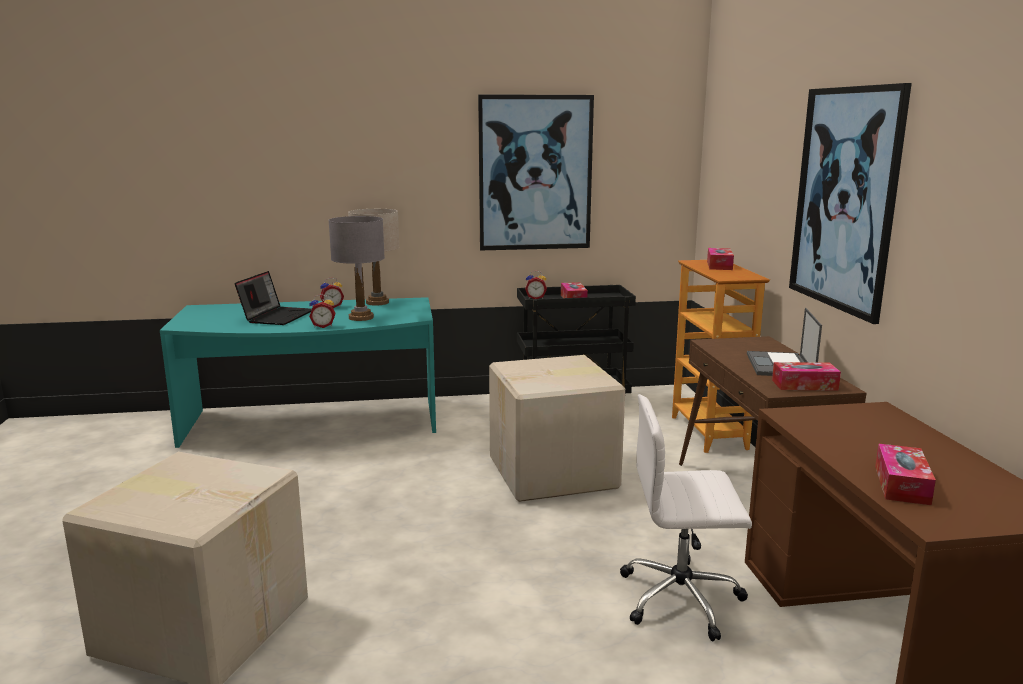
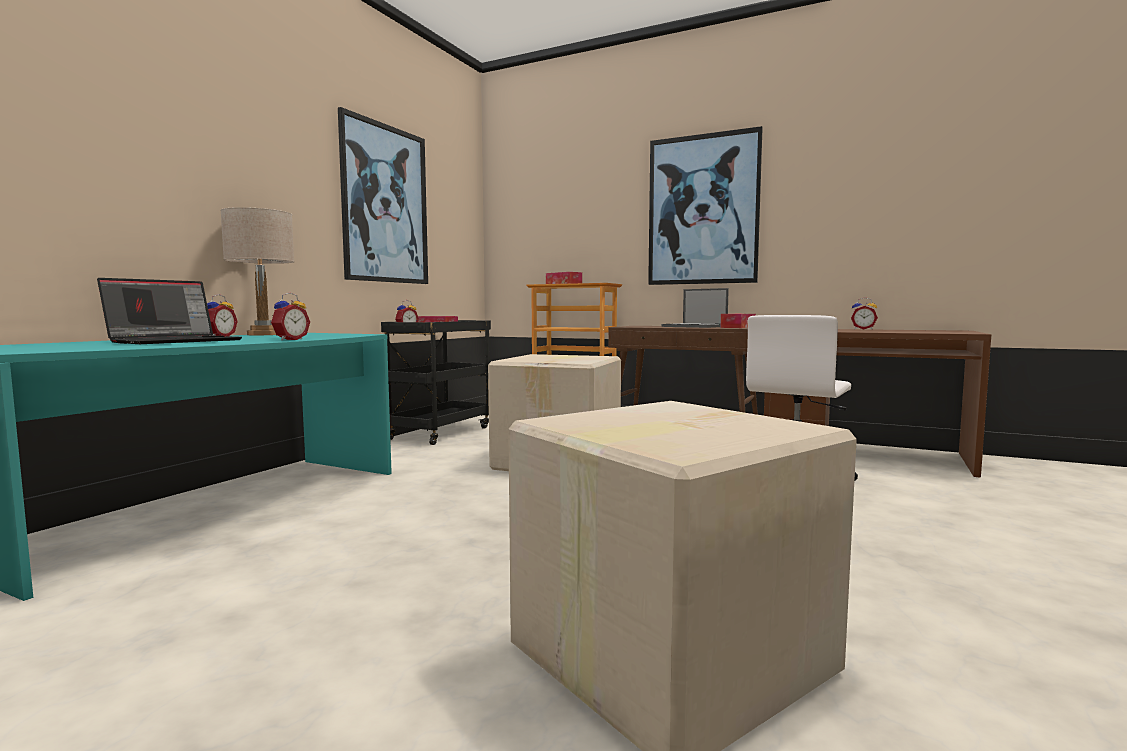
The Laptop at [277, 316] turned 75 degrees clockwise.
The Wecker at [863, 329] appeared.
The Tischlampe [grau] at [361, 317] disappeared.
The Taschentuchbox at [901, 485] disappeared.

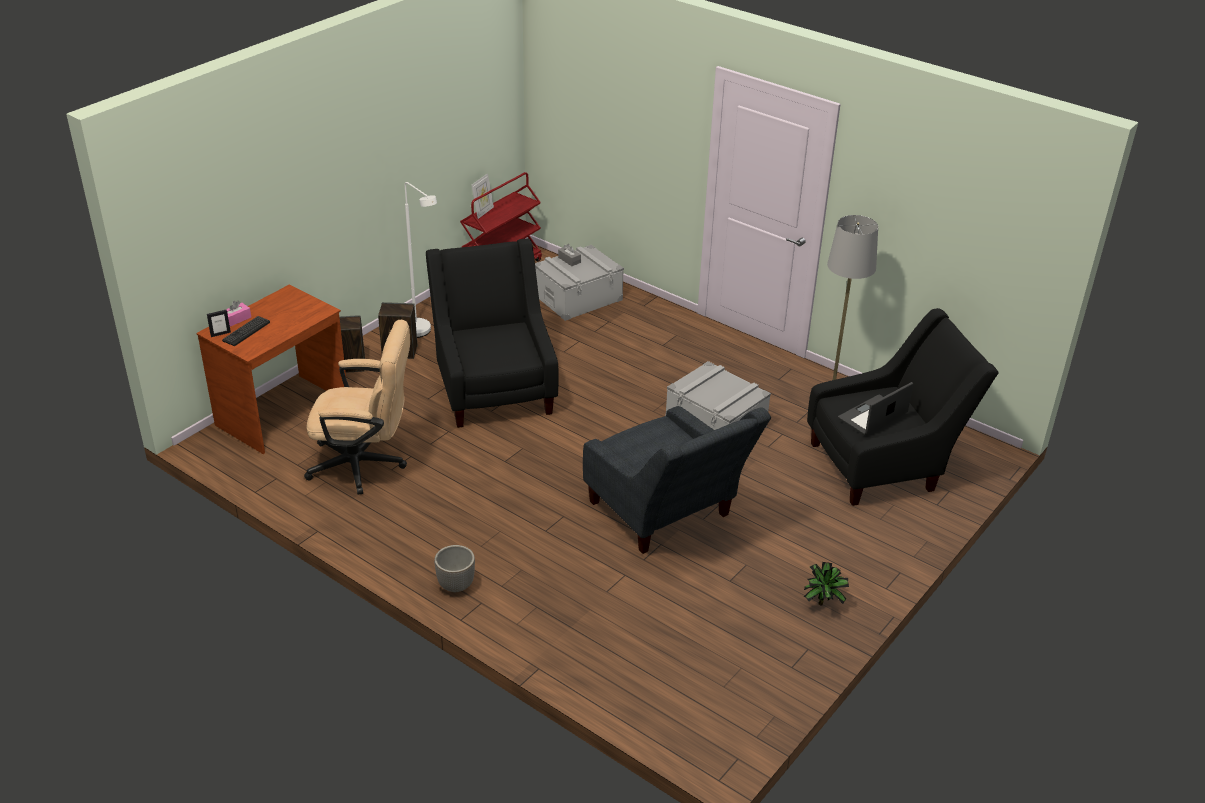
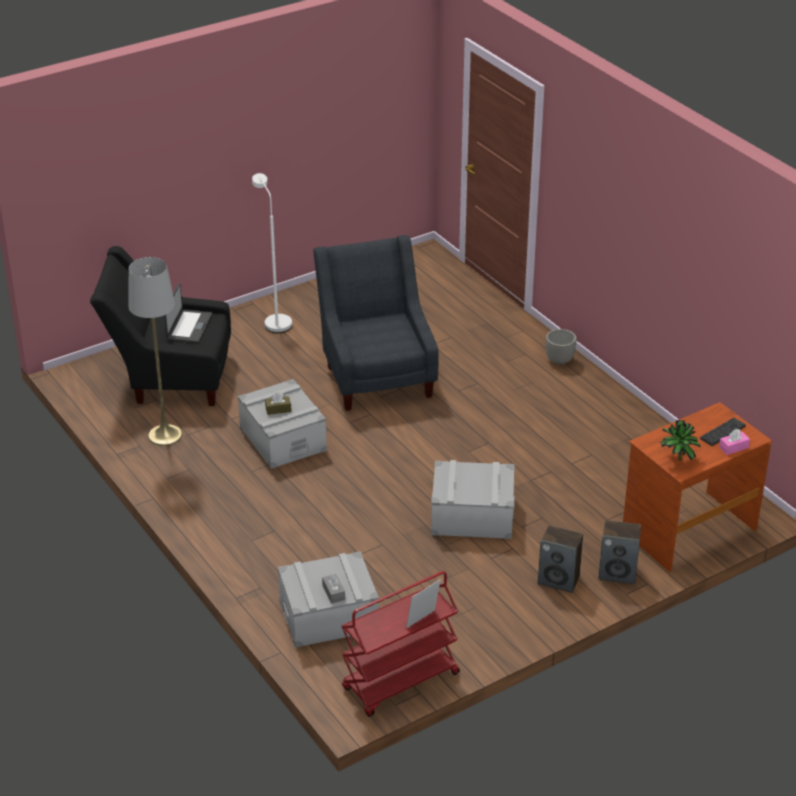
The Laptop at [873, 416] turned 60 degrees counterclockwise.
The Stehlampe [weiß] moved from [422, 333] to [275, 321].
The Taschentuchbox [braun] at [278, 409] appeared.
The Sessel [schwarz] at [494, 388] was replaced by the Aufbewahrungsbox [grau] at [472, 516].
The Topfpflanze moved from [823, 603] to [676, 460].
The Bilderrahmen at [220, 334] disappeared.
The Bürostuhl [beige] at [365, 465] disappeared.

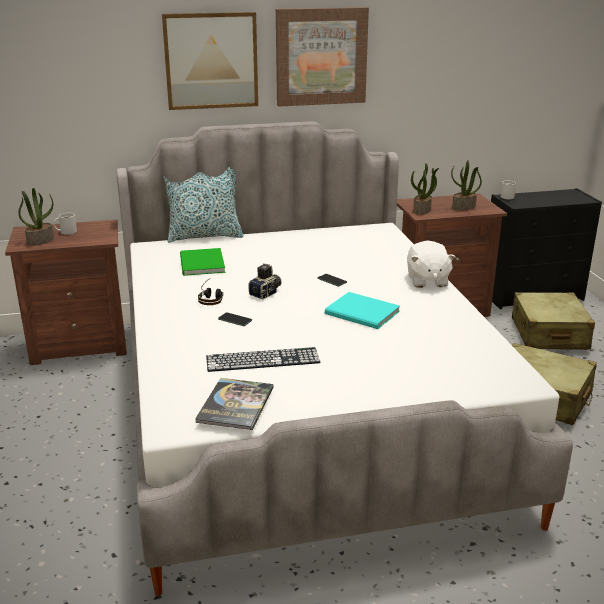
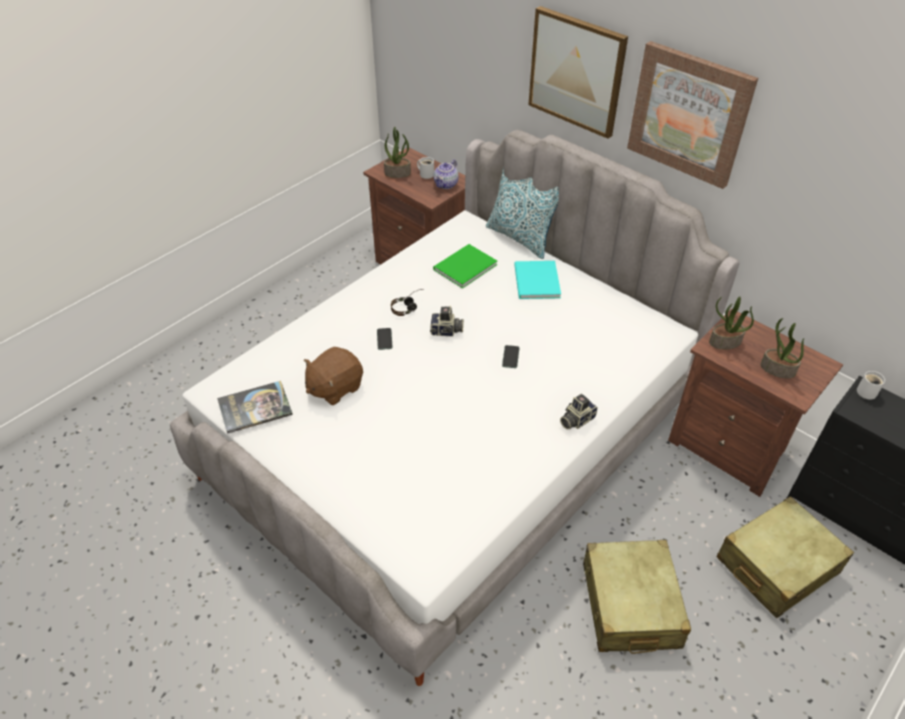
The Tastatur at [263, 359] was replaced by the Plüschtier [braun] at [334, 387].
The Teekanne at [446, 185] appeared.
The Buch [türkis] moved from [363, 313] to [535, 282].
The Plüschtier [weiß] at [427, 280] was replaced by the Kamera at [576, 419].

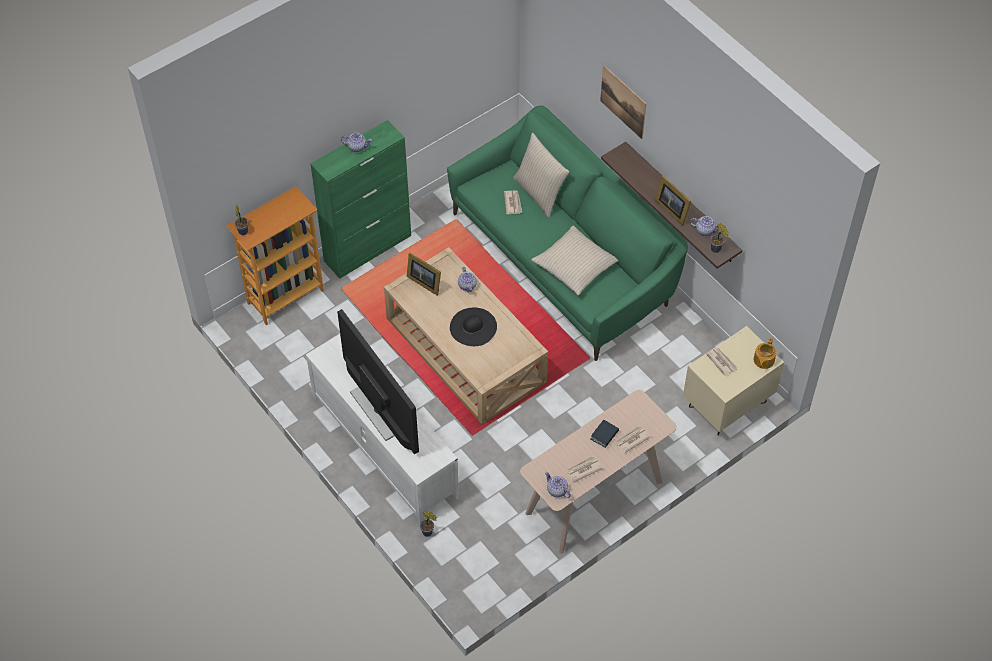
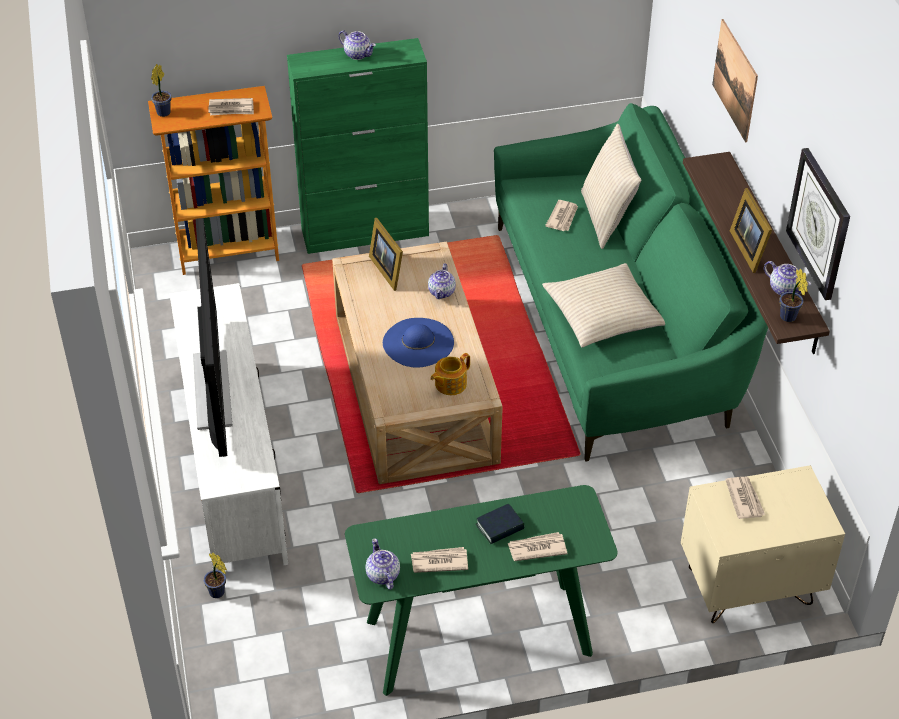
The Zeitung at [231, 109] appeared.
The Konsolentisch [beige] at [594, 498] became the Konsolentisch [grün] at [478, 638].
The Hut [schwarz] at [473, 327] became the Hut [blau] at [418, 342].
The Teekanne moved from [763, 360] to [449, 384].
The Wanduhr at [819, 223] appeared.

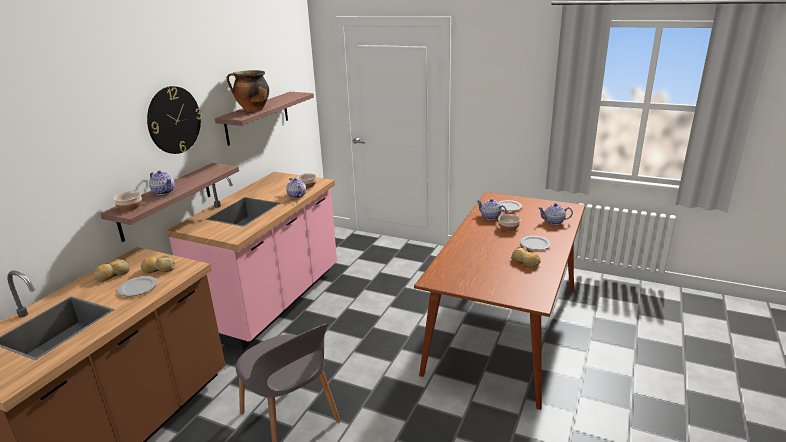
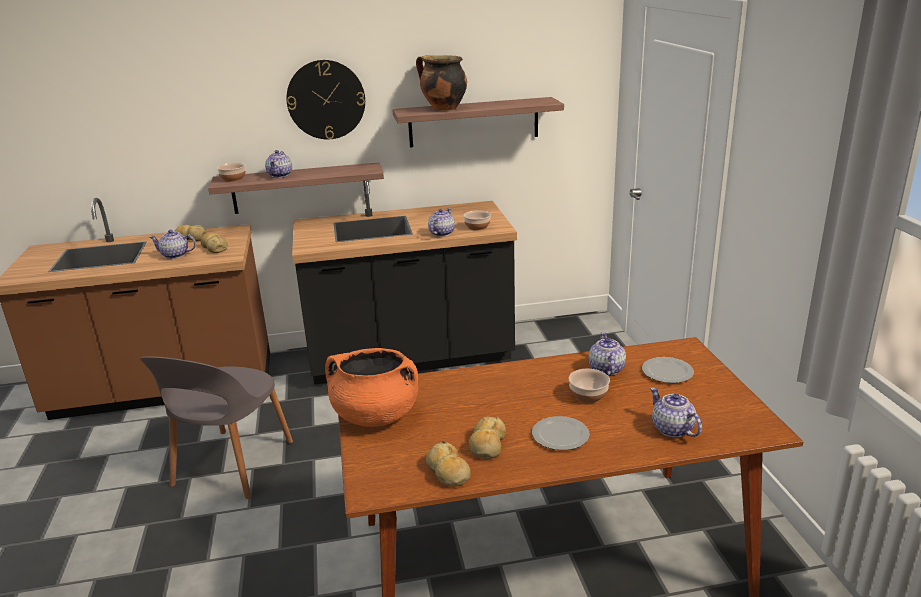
The Teller at [138, 288] was replaced by the Teekanne at [175, 255].
The Küchenzeile [rosa] at [273, 301] became the Küchenzeile [schwarz] at [411, 357].
The Kochtopf [orange] at [375, 415] appeared.
The Brot at [448, 472] appeared.

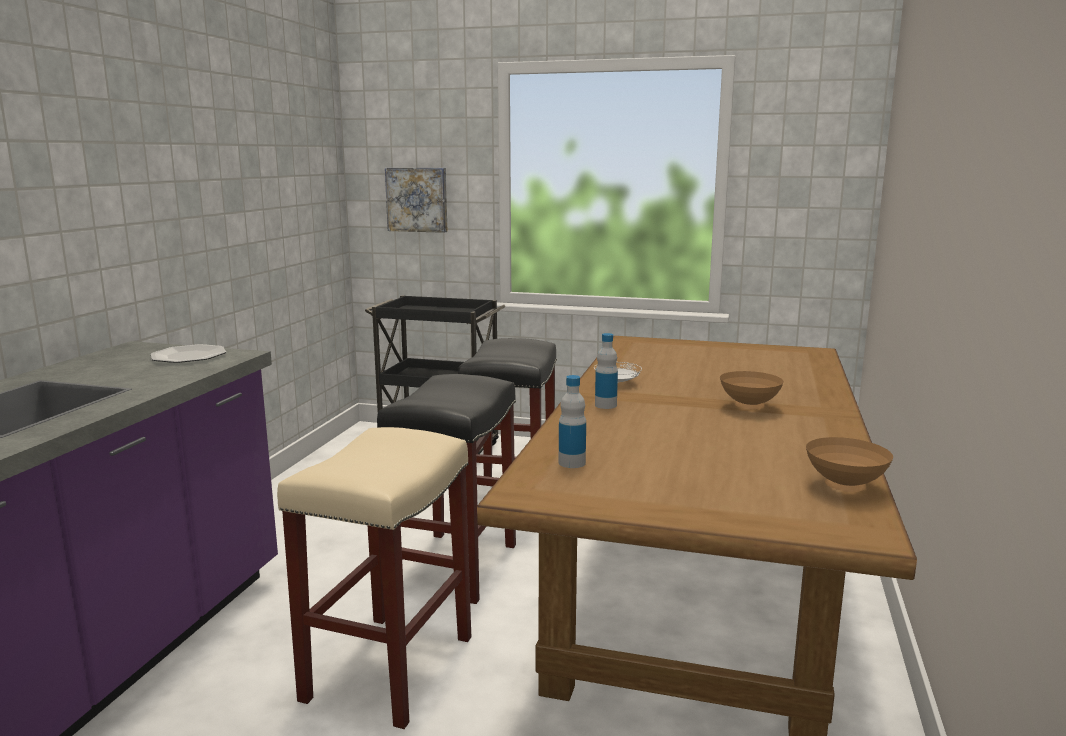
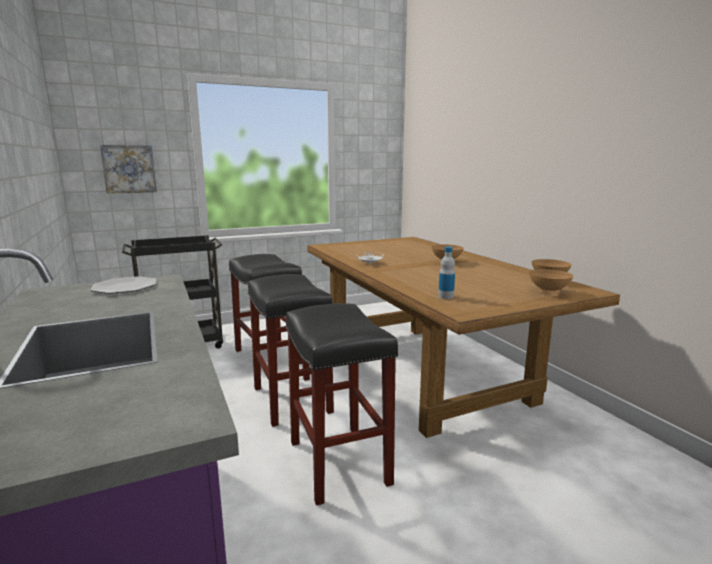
The Hocker [beige] at [389, 666] became the Hocker [schwarz] at [337, 461].
The Schüssel [braun] at [548, 292] appeared.
The Flasche at [605, 405] disappeared.

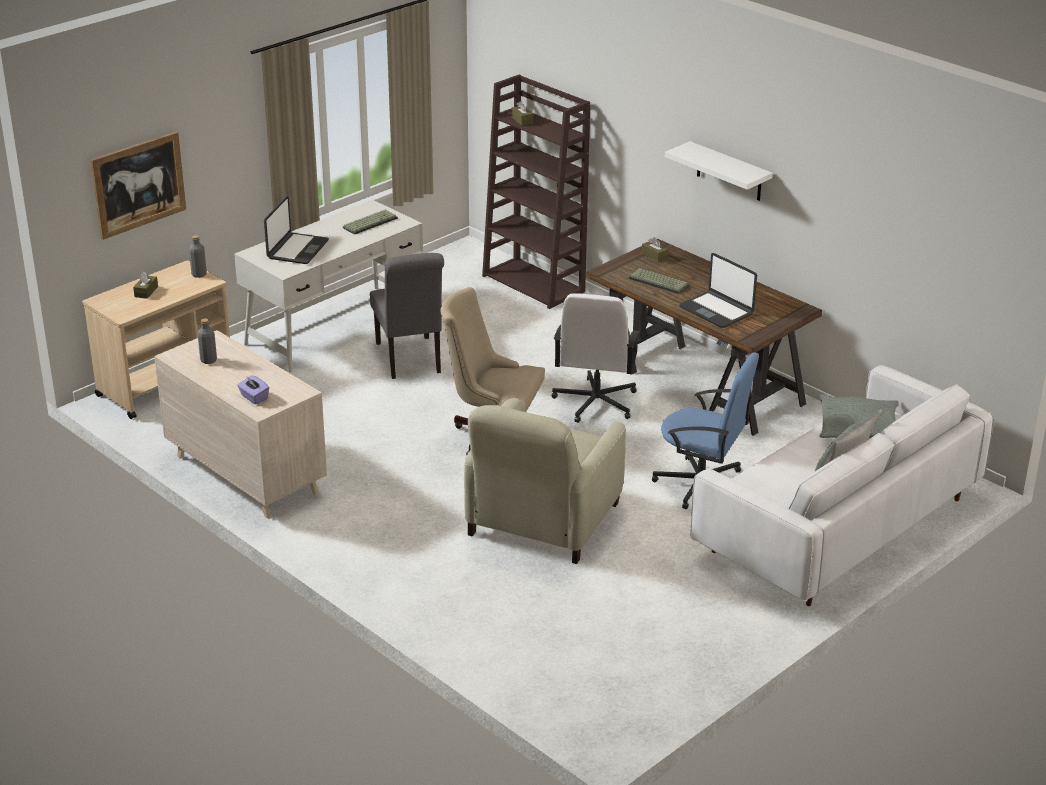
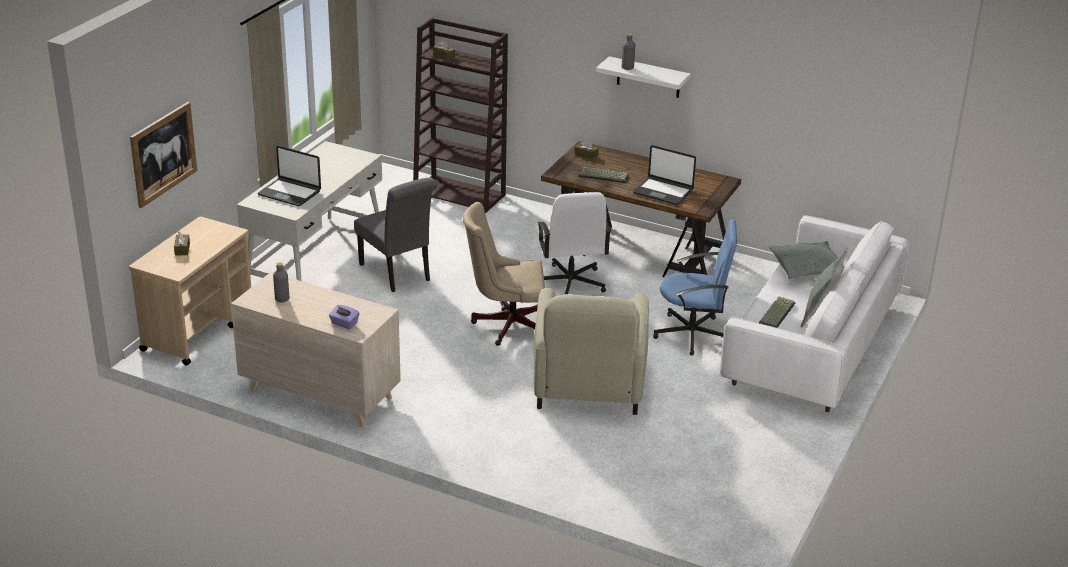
The Laptop at [297, 249] turned 120 degrees clockwise.
The Flasche [grau] moved from [199, 274] to [627, 67].
The Tastatur moved from [370, 222] to [776, 312].

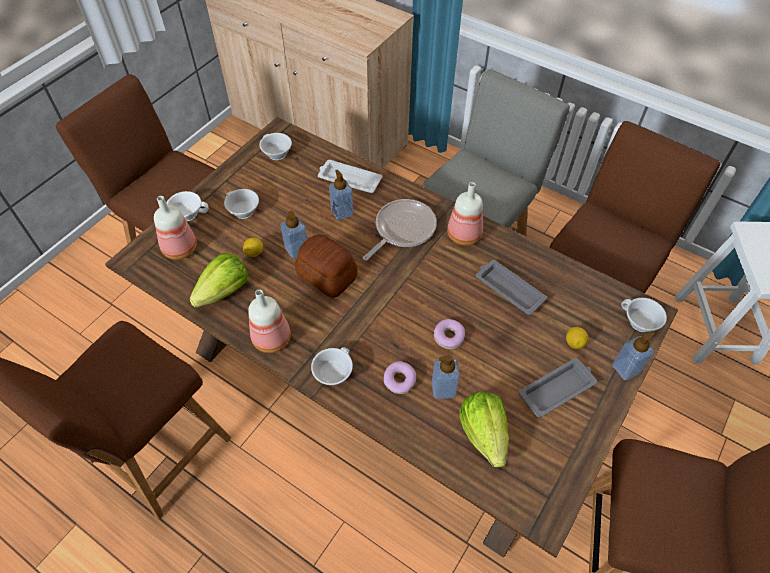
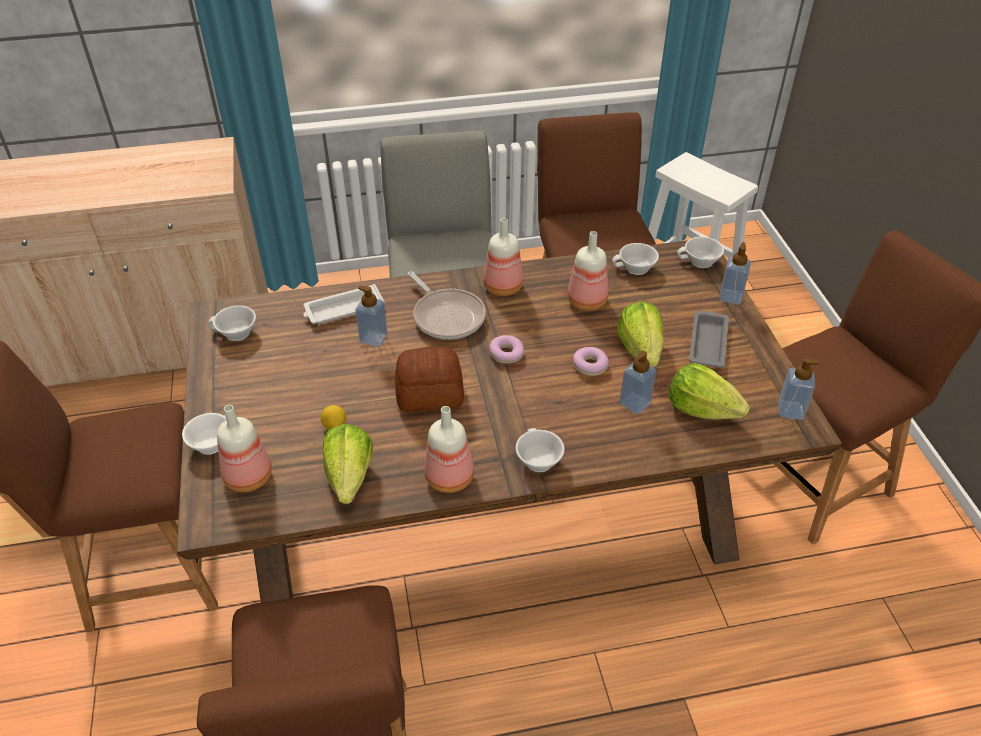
The Pfanne at [402, 230] turned 150 degrees clockwise.
The Donut moved from [399, 380] to [506, 354].
The Tablett [grau] at [508, 289] was replaced by the Flasche at [588, 302].
The Tasse [weiß] moved from [242, 211] to [636, 269].
The Salatkopf at [640, 349] appeared.
The Seifenspender moved from [296, 249] to [790, 410].
The Zitrone at [574, 343] disappeared.

